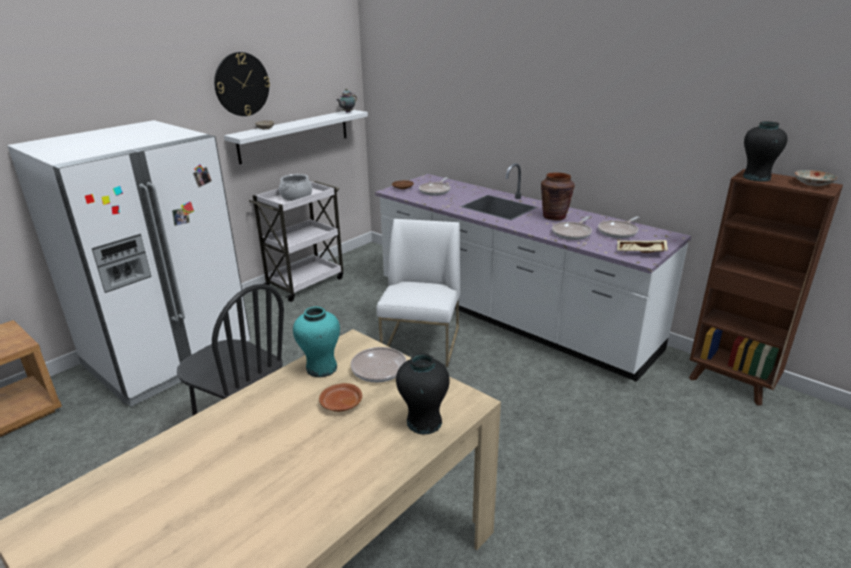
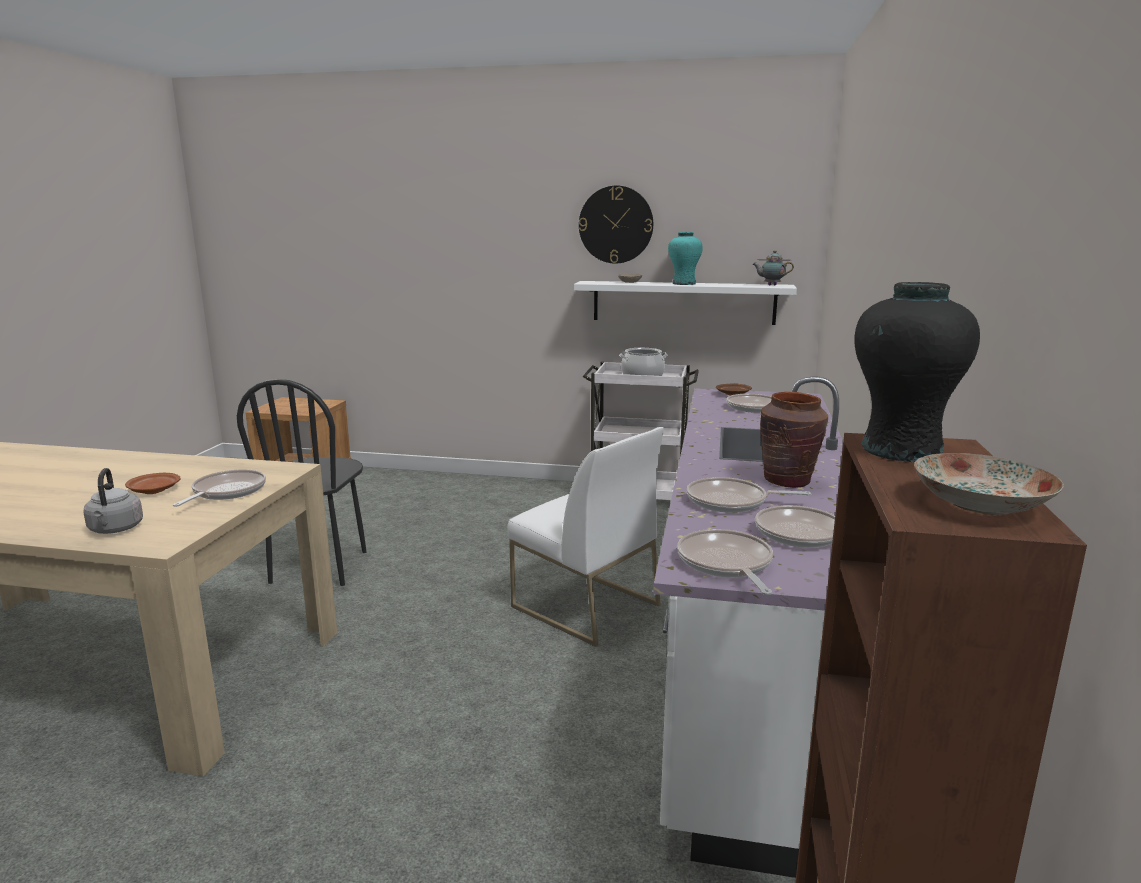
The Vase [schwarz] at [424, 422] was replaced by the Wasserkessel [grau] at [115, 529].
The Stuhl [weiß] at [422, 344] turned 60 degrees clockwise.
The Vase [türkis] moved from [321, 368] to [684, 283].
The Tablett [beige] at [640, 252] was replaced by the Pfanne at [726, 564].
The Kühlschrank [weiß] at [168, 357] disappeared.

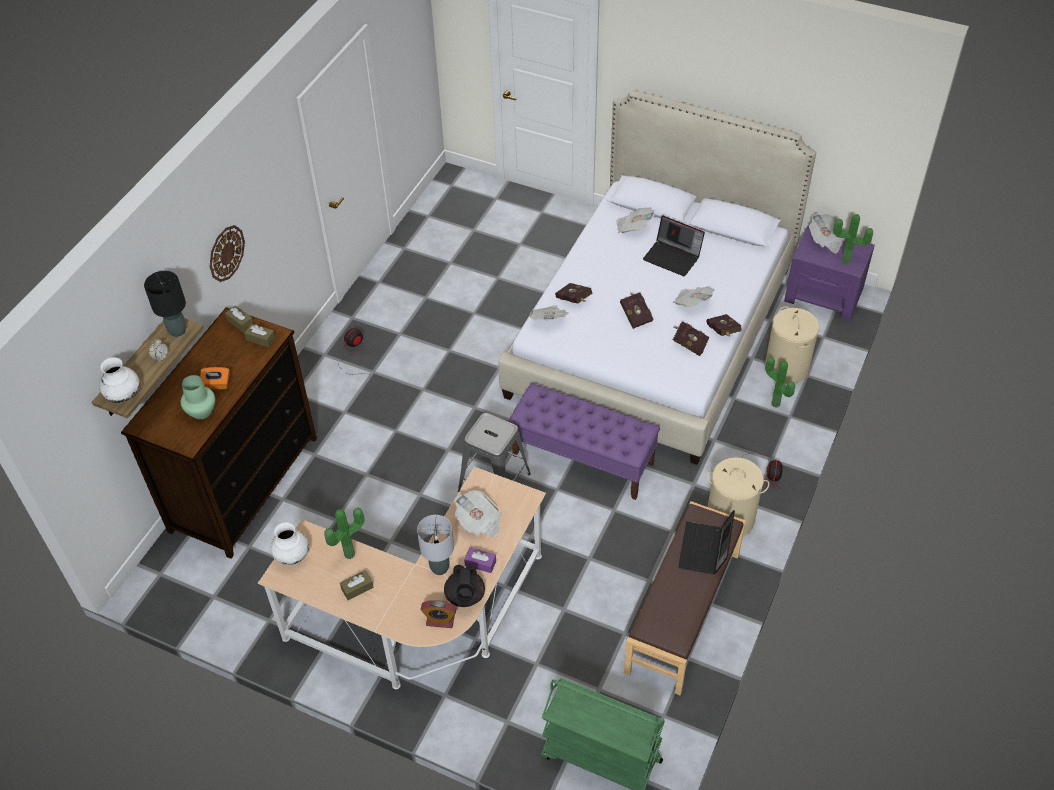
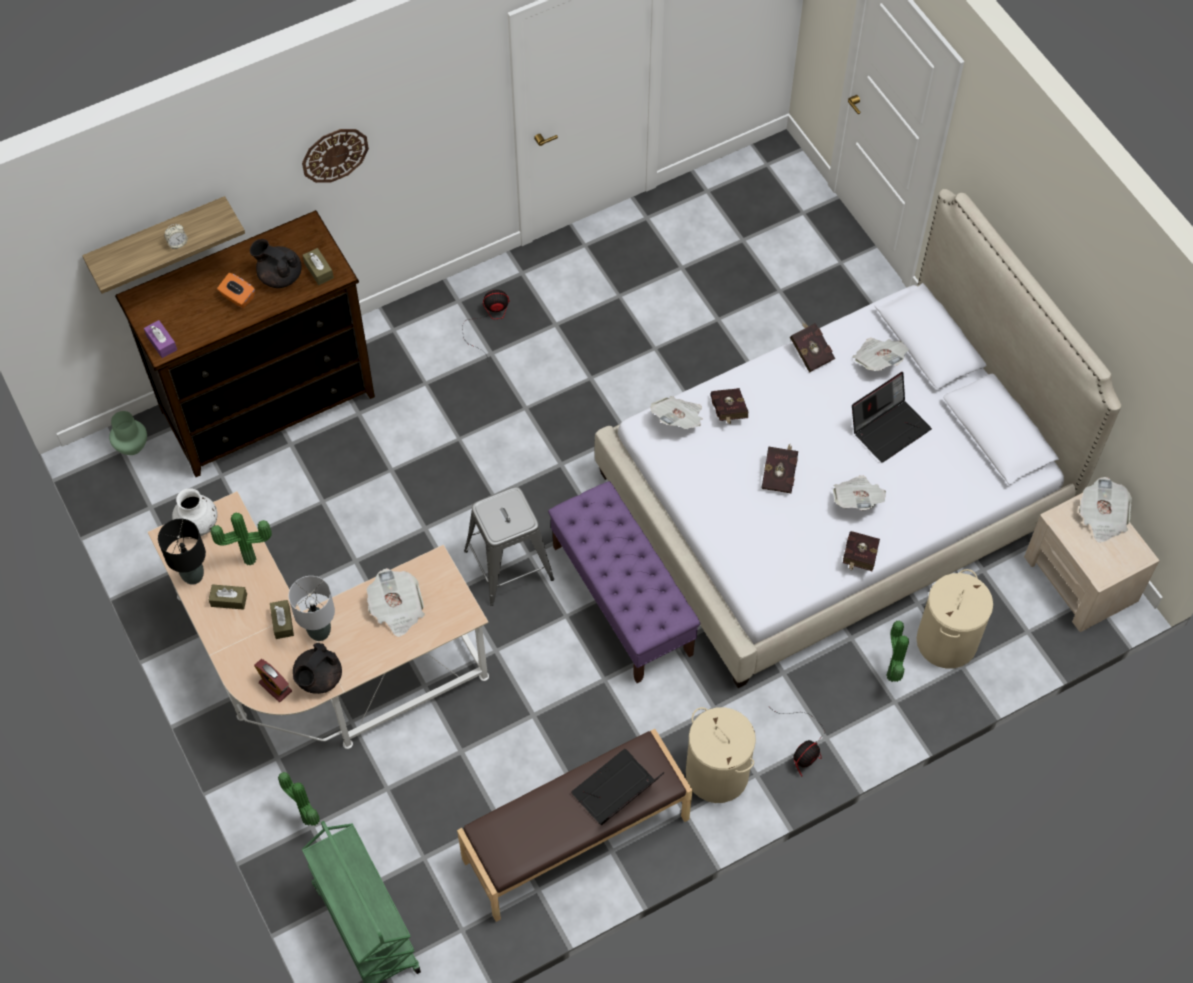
The Vase [grün] moved from [202, 412] to [132, 446].
The Taschentuchbox [lila] moved from [480, 563] to [161, 343].
The Tischlampe [schwarz] moved from [177, 331] to [193, 575].
The Teekanne [schwarz] at [280, 276] appeared.
The Taschentuchbox [braun] moved from [240, 322] to [282, 622].
The Topfpflanze moved from [845, 262] to [306, 821].
The Buch [rot] moved from [688, 344] to [810, 352].
The Laptop at [673, 257] turned 105 degrees counterclockwise.
The Nachttisch [lila] at [824, 295] became the Nachttisch [beige] at [1081, 579].
The Vase [weiß] at [124, 395] disappeared.

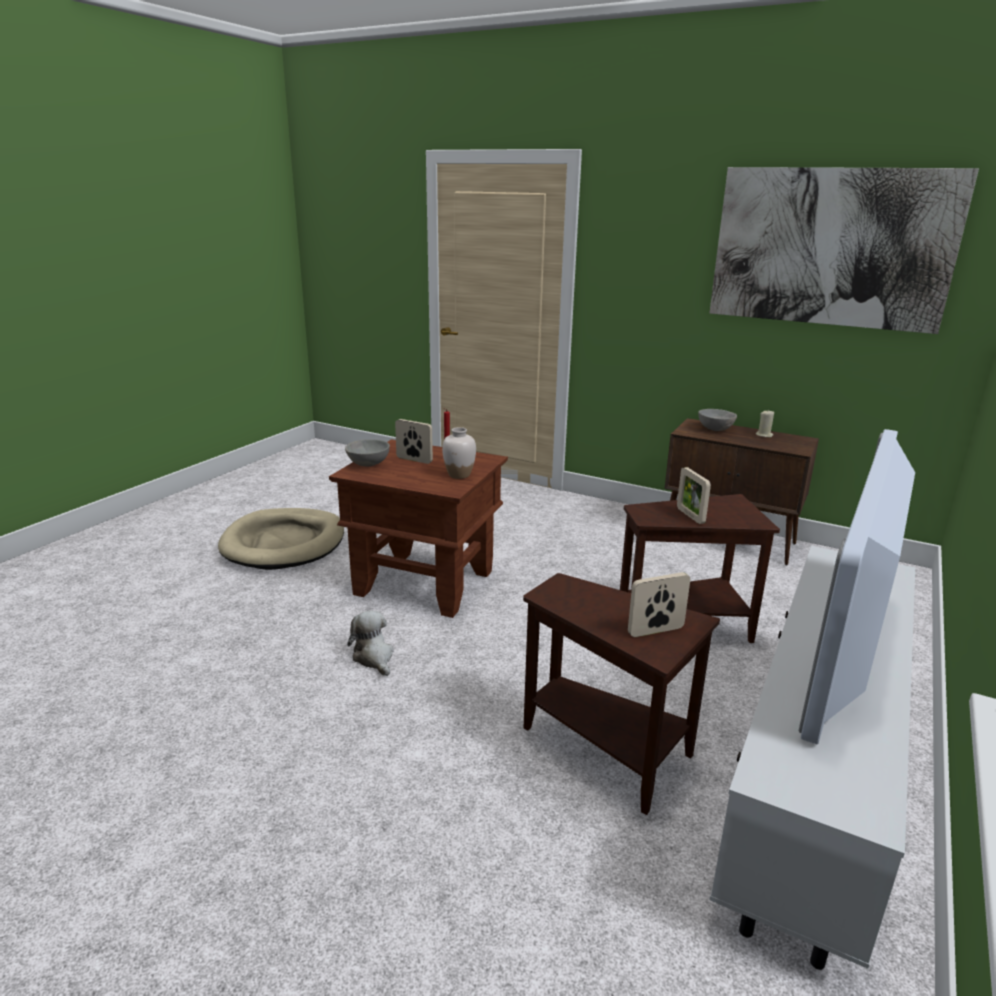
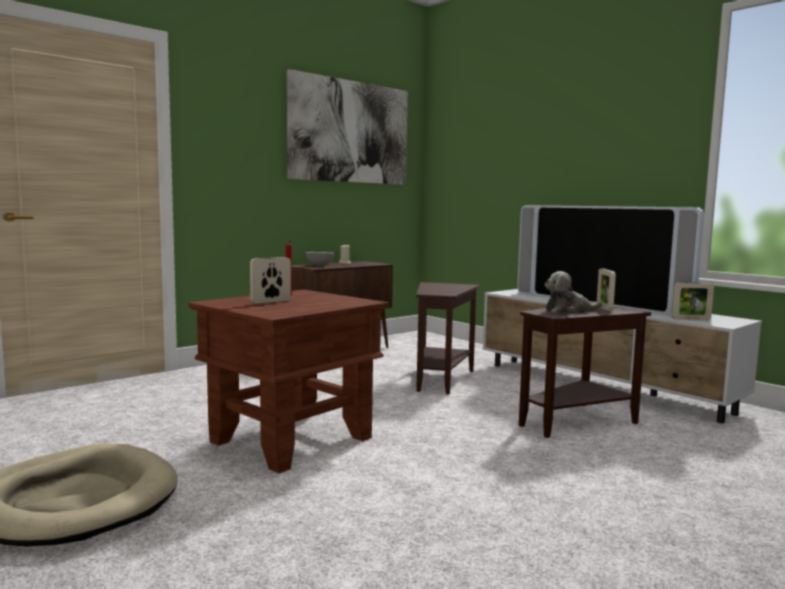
The Plüschtier moved from [374, 657] to [569, 311].
The Bilderrahmen moved from [690, 516] to [691, 319].
The Schüssel [grau] at [368, 465] disappeared.
The Vase [weiß] at [459, 475] disappeared.

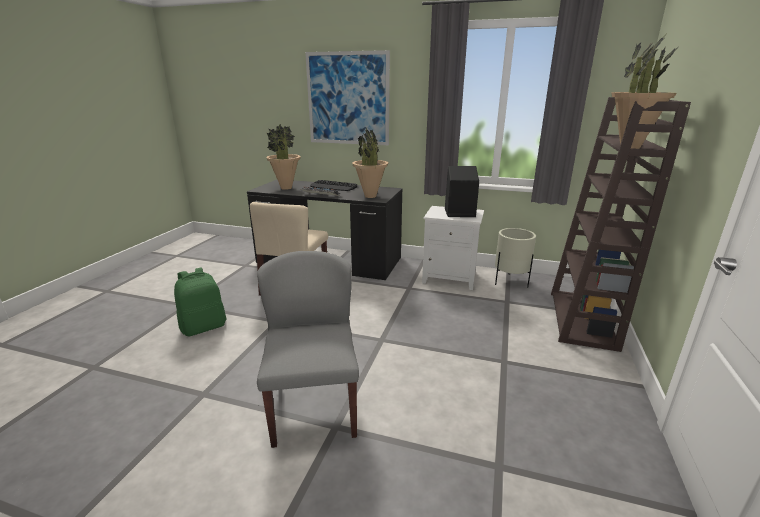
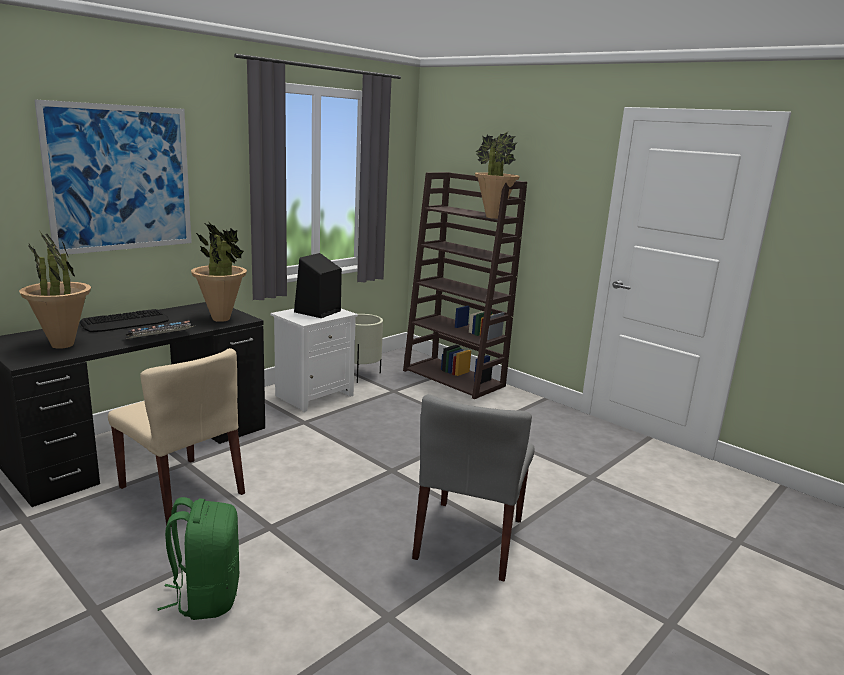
The Stuhl [grau] at [314, 405] turned 90 degrees counterclockwise.

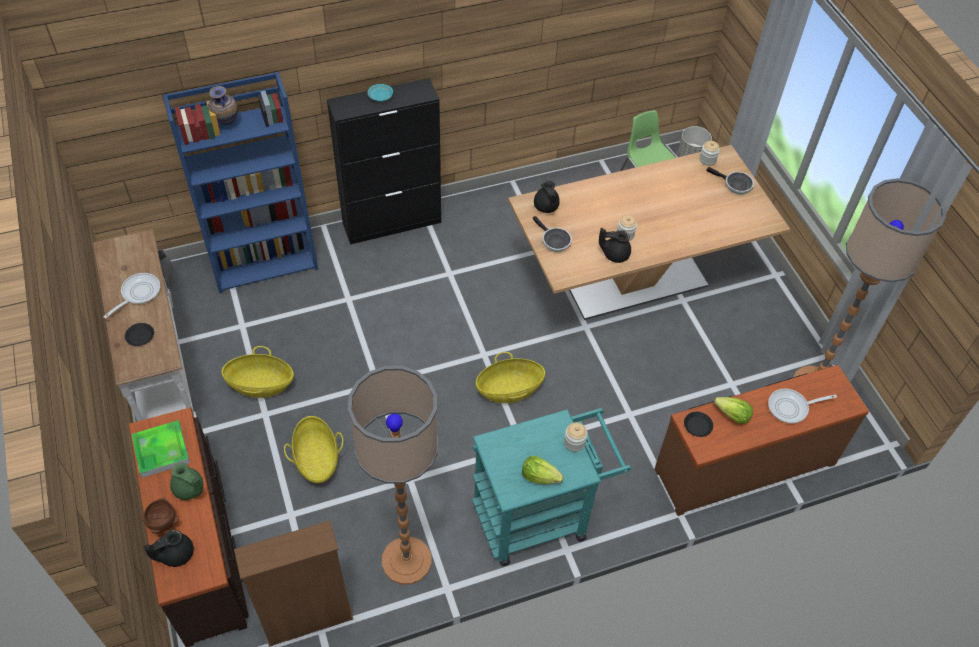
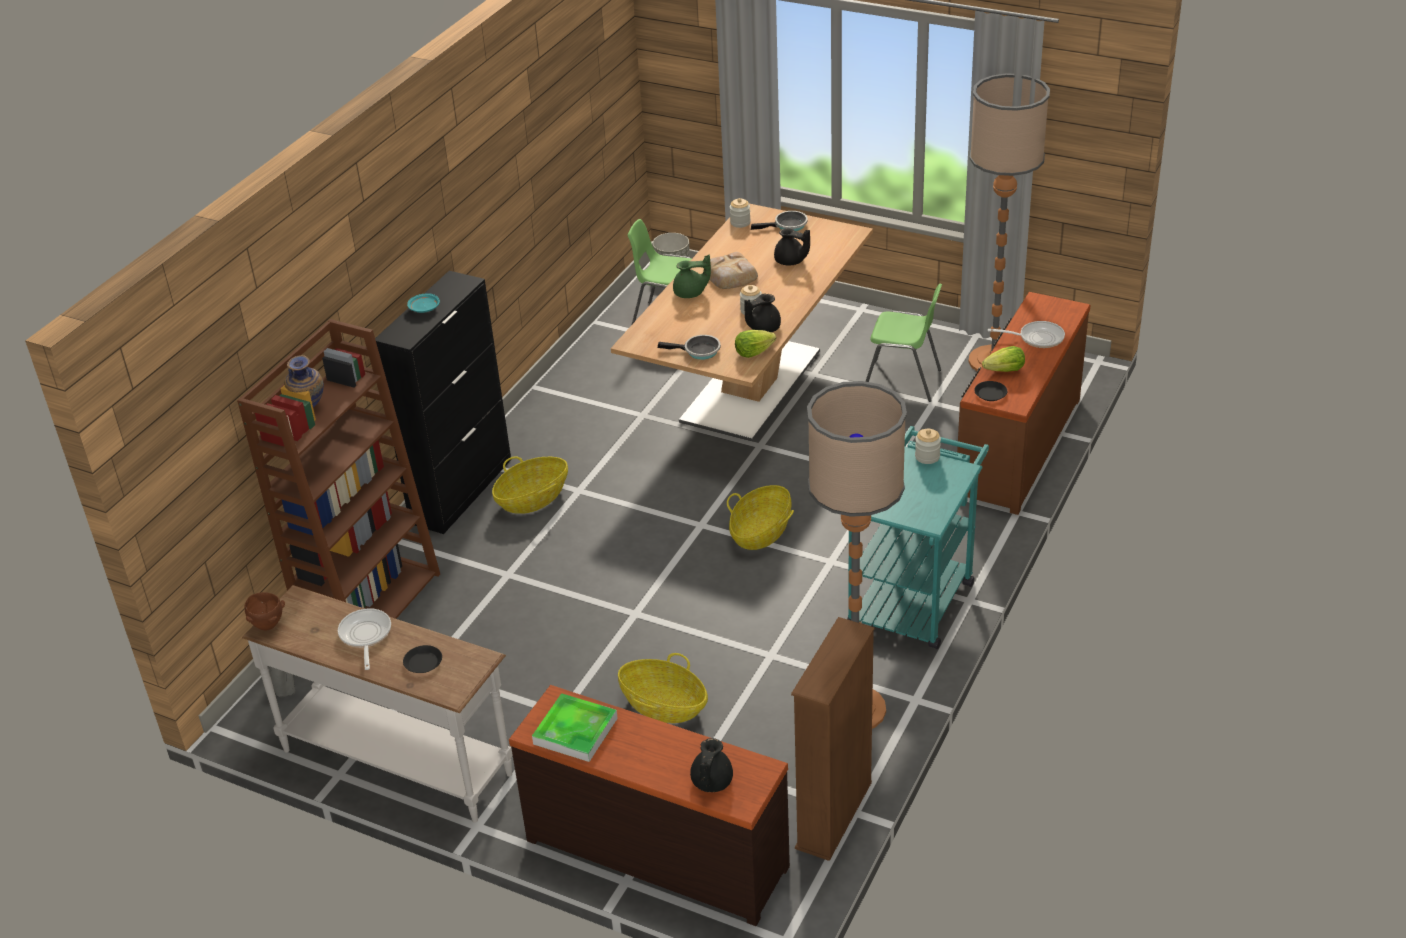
The Bücherregal [blau] at [264, 261] became the Bücherregal [braun] at [371, 605].
The Schüssel [braun] moved from [164, 524] to [268, 626].
The Korb moved from [261, 384] to [532, 499].
The Teekanne [grün] moved from [189, 489] to [690, 293].
The Brot at [731, 276] appeared.
The Salatkopf moved from [539, 476] to [753, 352].
The Teekanne [schwarz] moved from [546, 207] to [790, 261].
The Stuhl [grün] at [902, 382] appeared.
The Pfanne at [791, 408] turned 120 degrees counterclockwise.

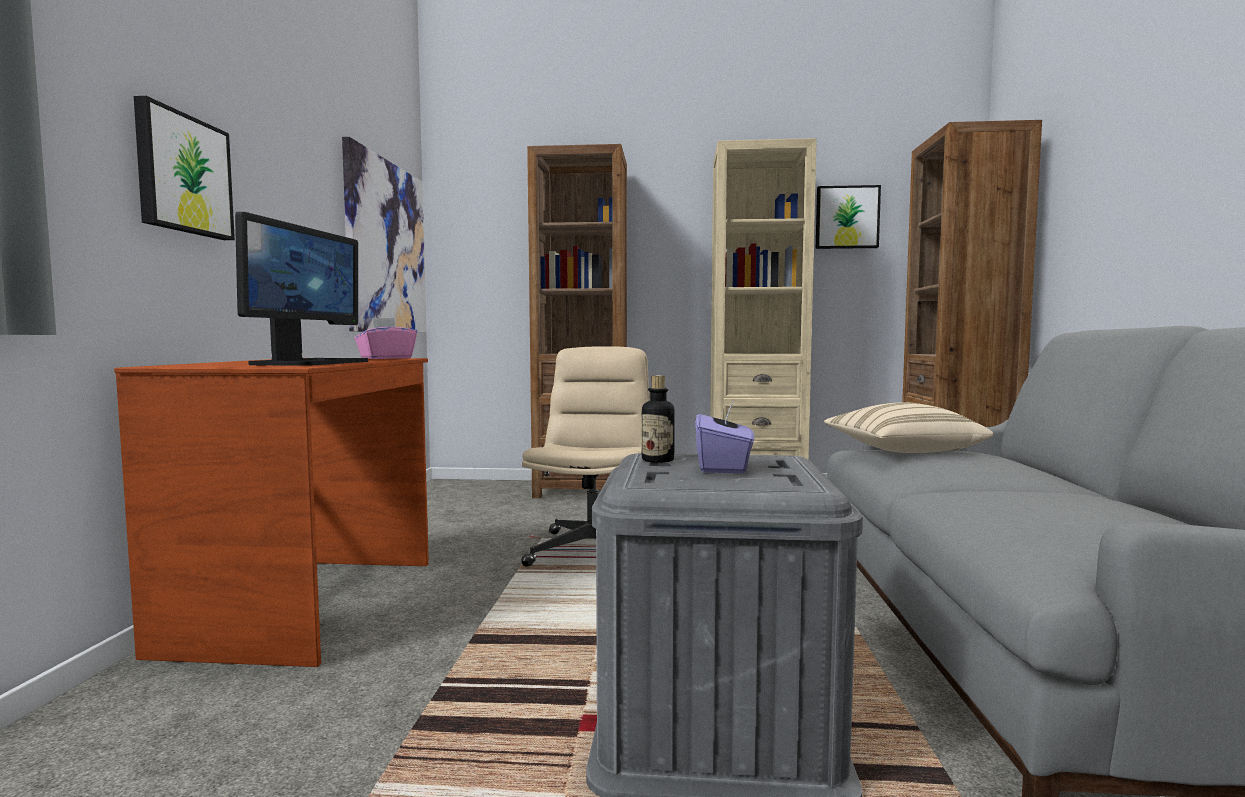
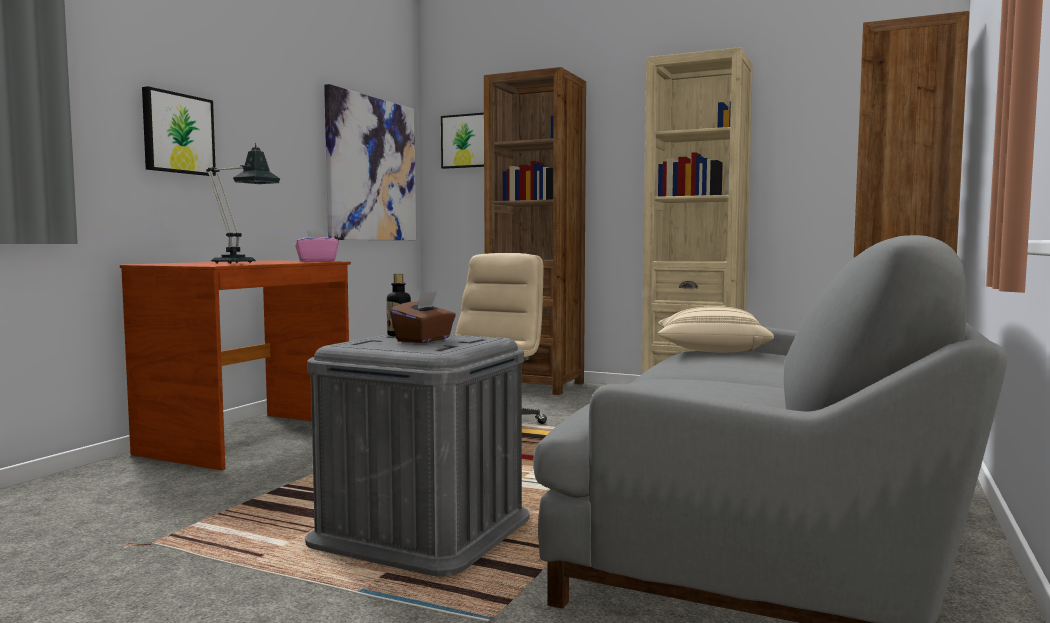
The Monitor at [310, 363] was replaced by the Tischlampe at [240, 263].
The Taschentuchbox [lila] at [723, 467] became the Taschentuchbox [braun] at [424, 340].
The Bild moved from [846, 217] to [466, 141].

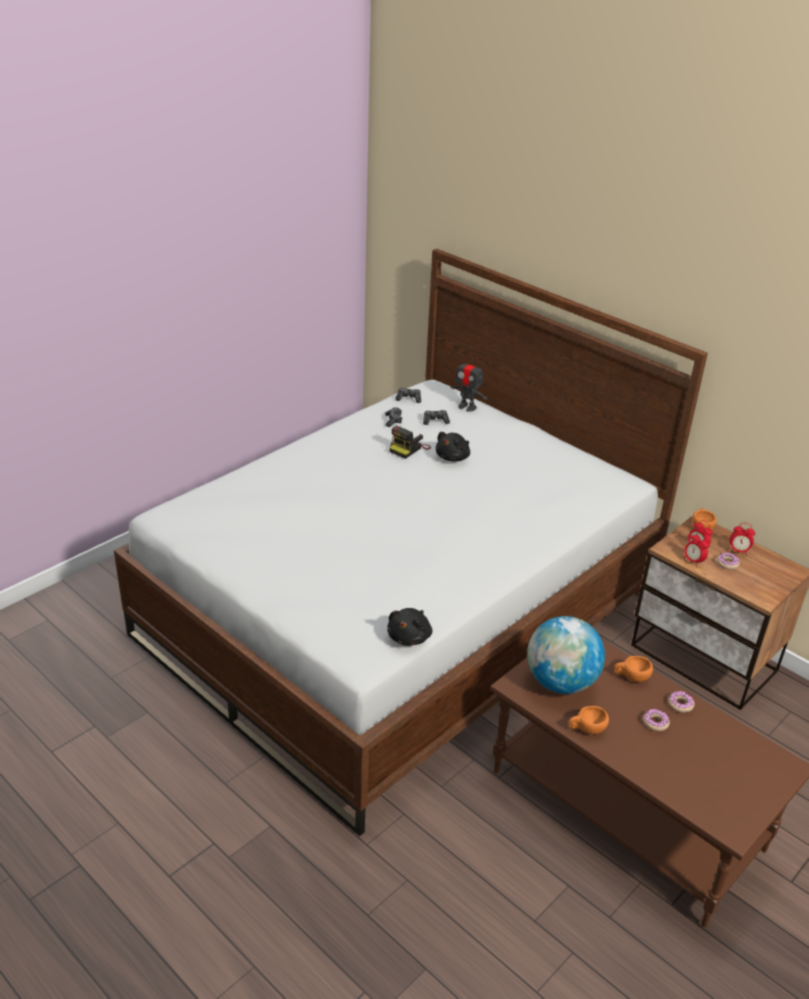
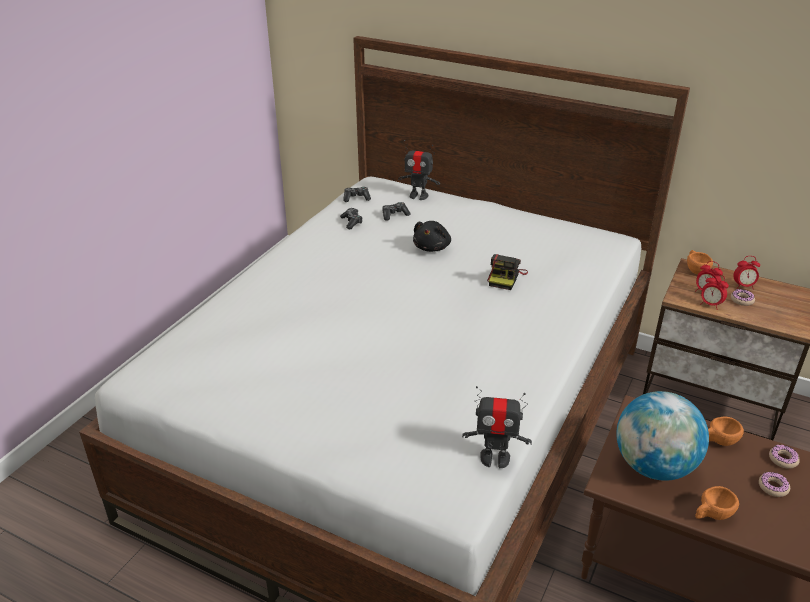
The Plüschtier [schwarz] at [410, 637] was replaced by the Spielzeugroboter at [495, 458].
The Kamera moved from [409, 448] to [506, 277].

